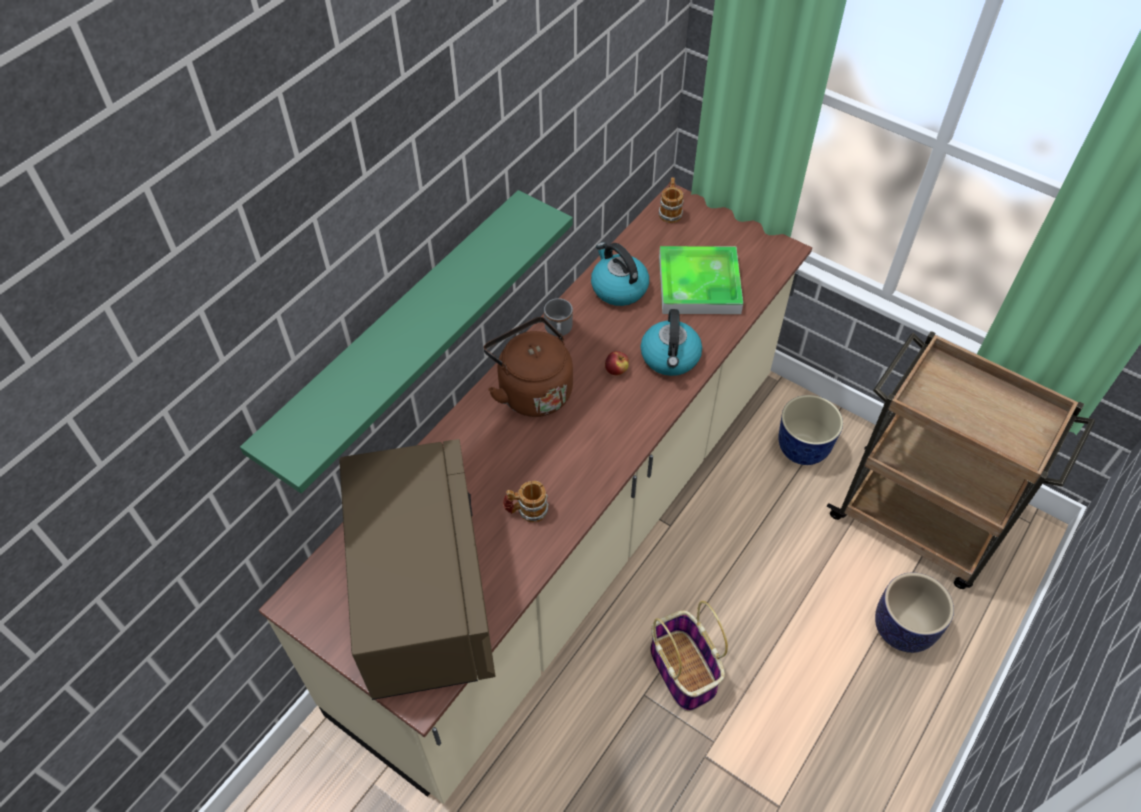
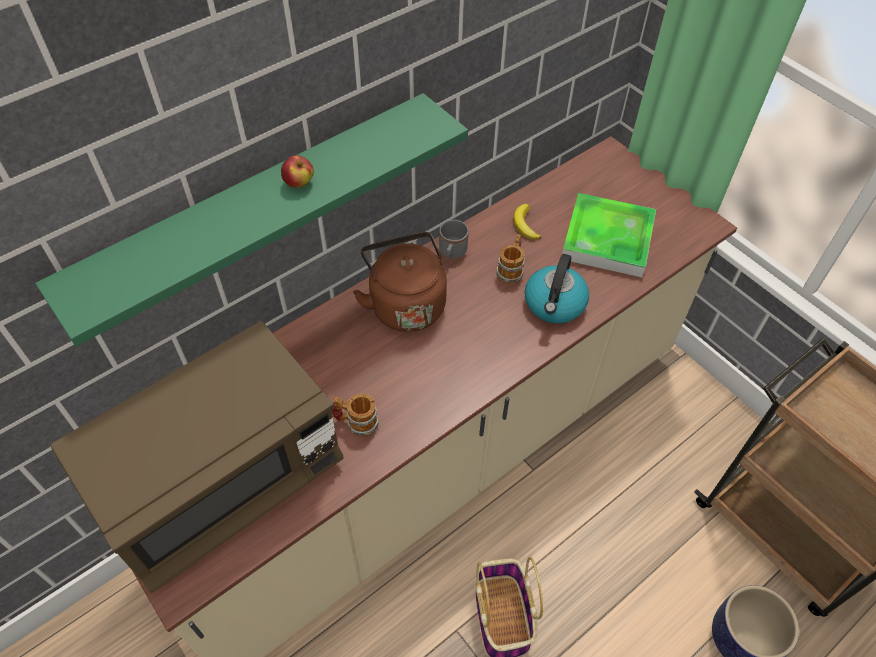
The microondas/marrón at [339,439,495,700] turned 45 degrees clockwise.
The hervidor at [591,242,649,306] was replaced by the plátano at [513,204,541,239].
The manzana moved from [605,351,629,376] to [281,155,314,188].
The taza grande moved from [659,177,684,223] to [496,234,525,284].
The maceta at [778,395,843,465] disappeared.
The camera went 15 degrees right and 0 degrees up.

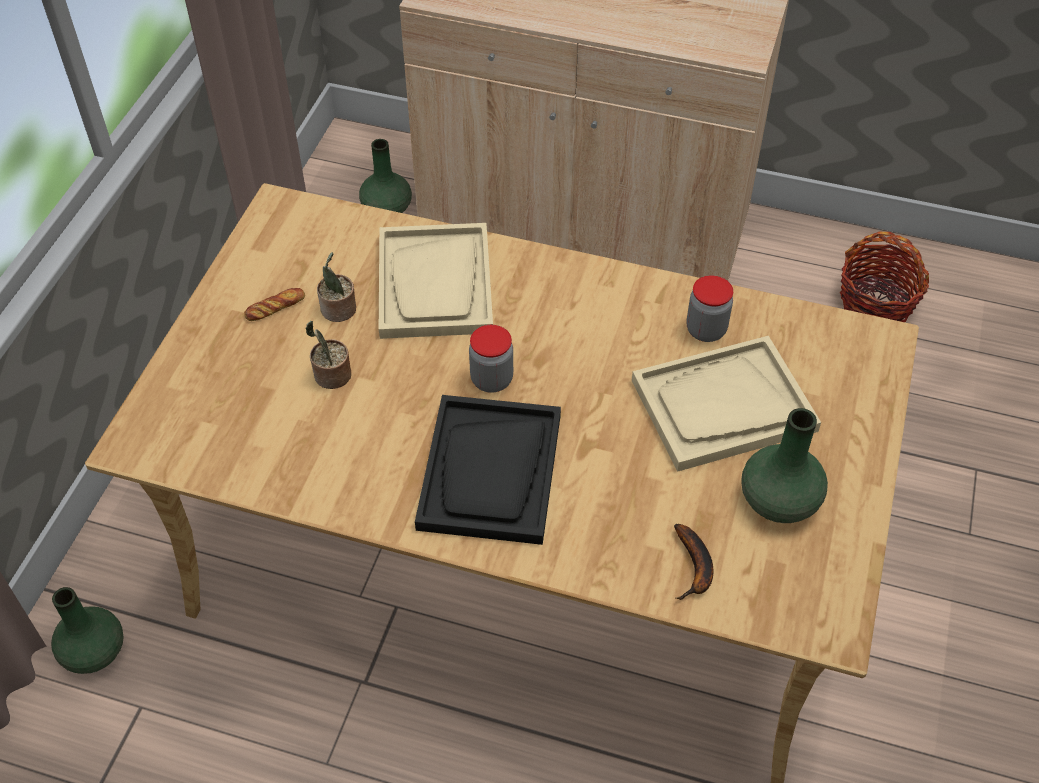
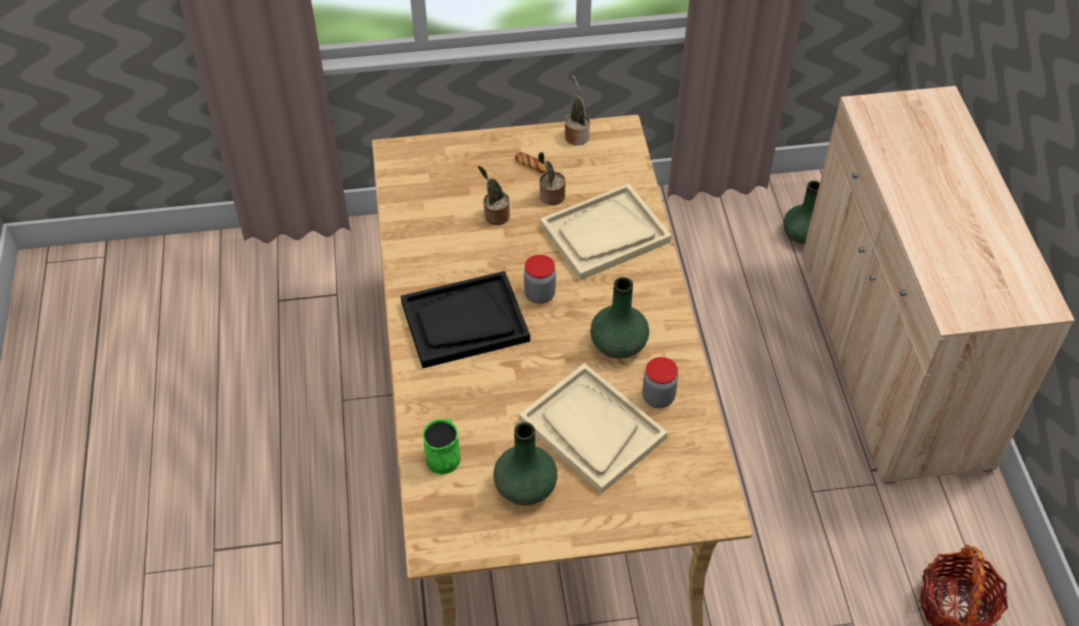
The florero/verde moved from [51,587,124,674] to [590,277,649,359].
The plátano at [674,524,713,600] was replaced by the taza grande/verde at [422,418,461,475].
The planta en maceta at [565,75,590,145] appeared.
The camera went 65 degrees right and 0 degrees up.

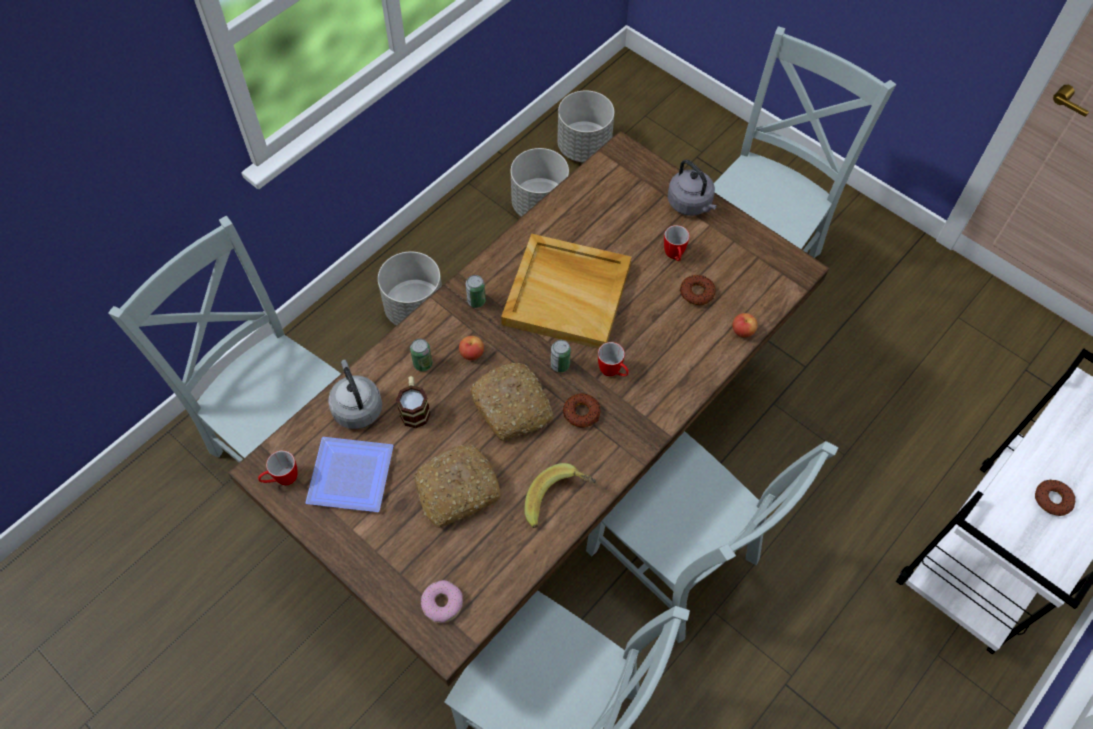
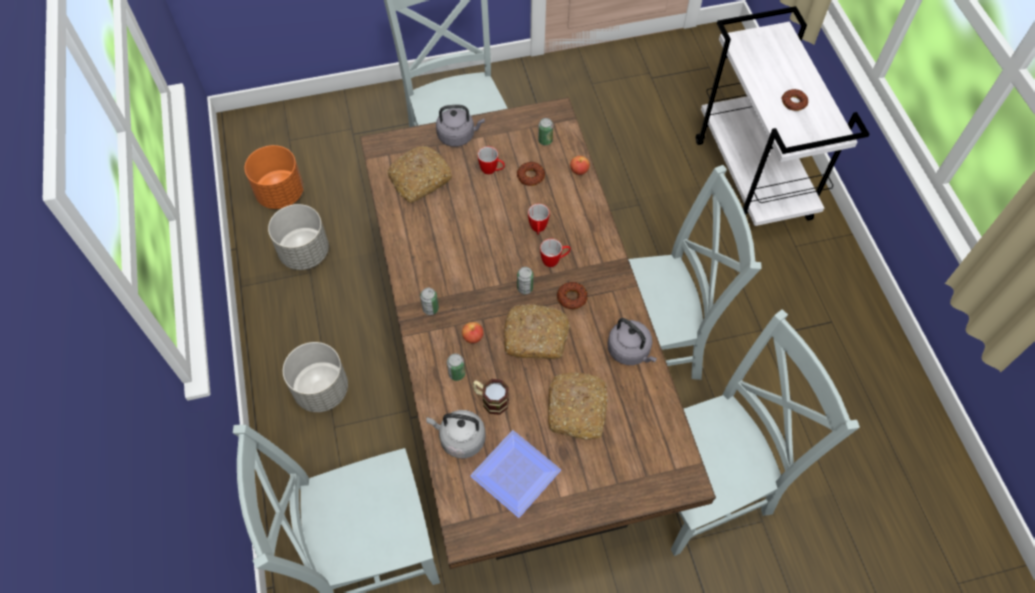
The taza grande moved from [258,450,298,485] to [528,204,550,235].
The rosquilla at [421,580,463,624] disappeared.
The bandeja/beis at [501,234,631,349] disappeared.
The plátano at [525,463,596,528] was replaced by the hervidor/gris at [607,318,657,365].
The maceta/gris at [557,90,614,162] became the maceta/naranja at [244,145,304,209].
The pan at [387,146,452,203] appeared.
The lata at [538,118,553,145] appeared.
The camera went 55 degrees left and 0 degrees up.

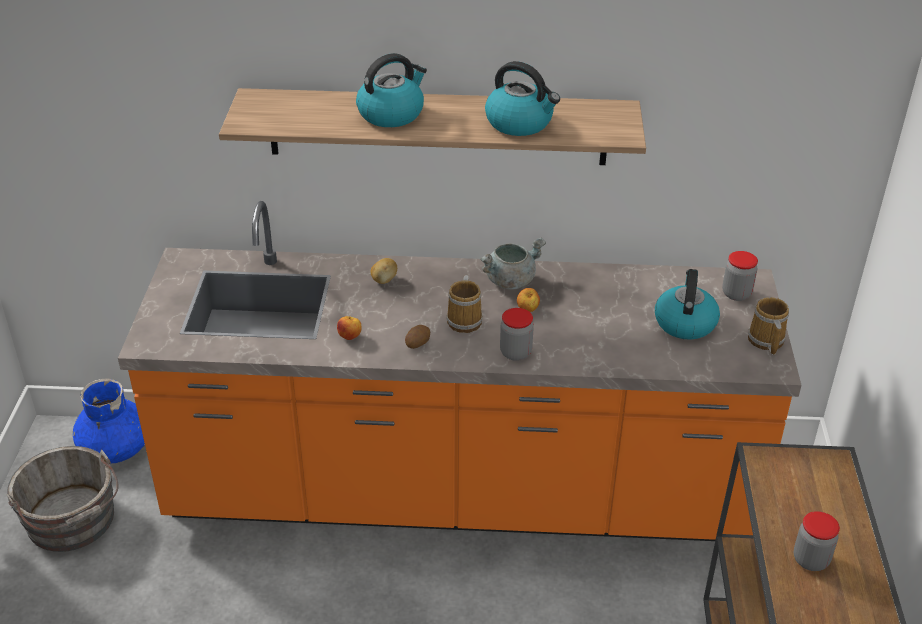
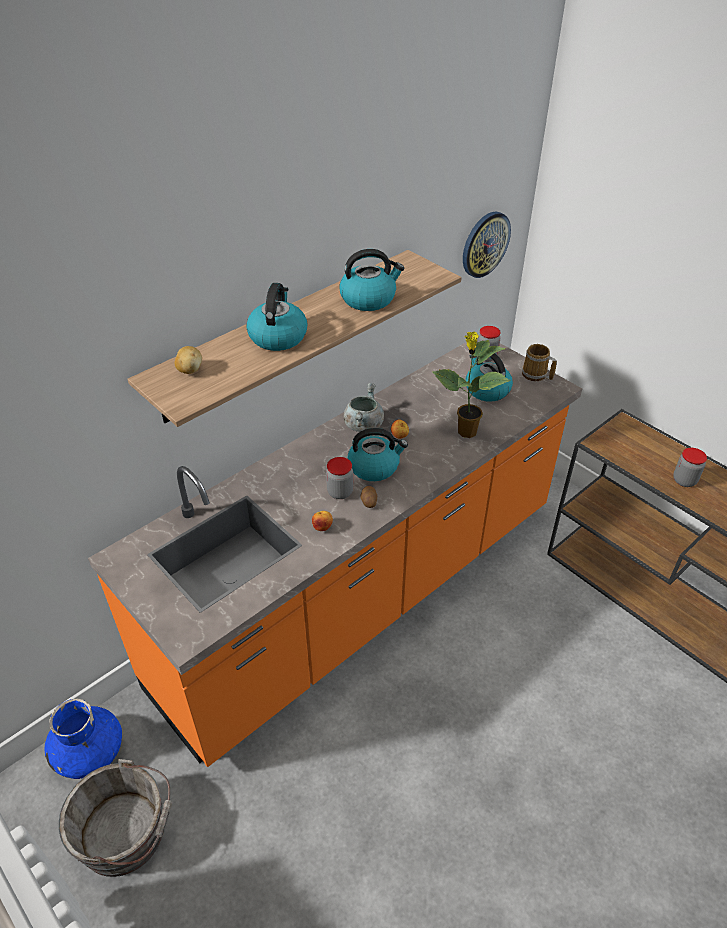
The patata moved from [371,258,397,284] to [174,346,202,374].
The taza grande at [447,275,483,333] was replaced by the hervidor at [347,428,408,481].
The tarro moved from [500,308,534,361] to [326,457,353,499].
The planta en maceta at [432,332,511,438] appeared.
The reloj de pared at [463,211,511,278] appeared.
The camera went 45 degrees left and 5 degrees up.

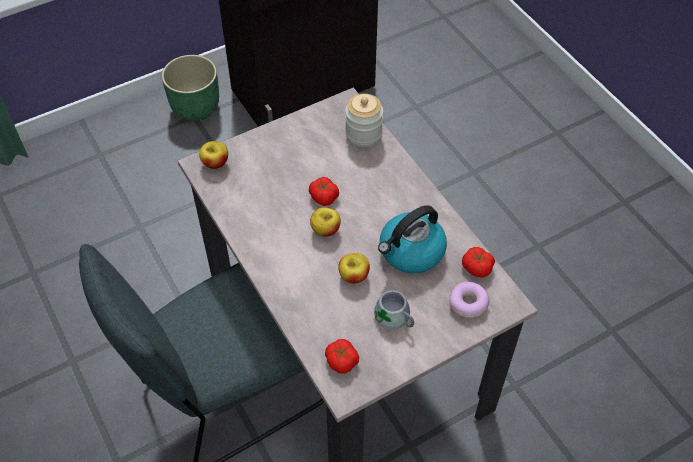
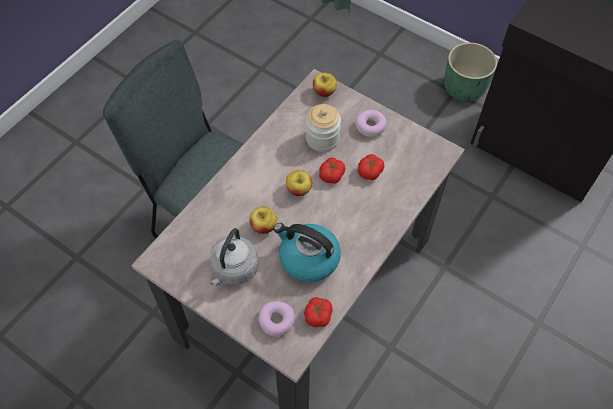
The tomate moved from [325,339,359,374] to [357,154,384,180].
The tarro moved from [345,94,383,147] to [306,104,341,152].
The taza grande/gris at [374,290,414,340] was replaced by the hervidor/gris at [210,228,258,286].
The rosquilla at [355,110,387,137] appeared.
The camera went 65 degrees right and 5 degrees up.

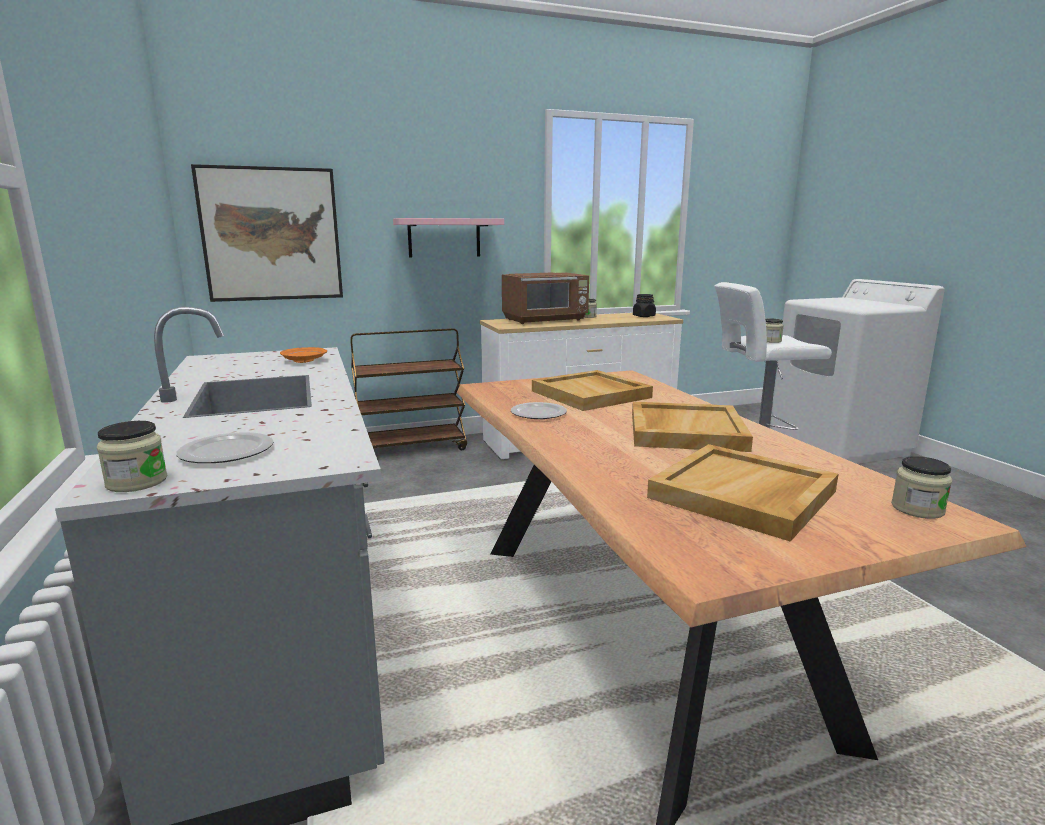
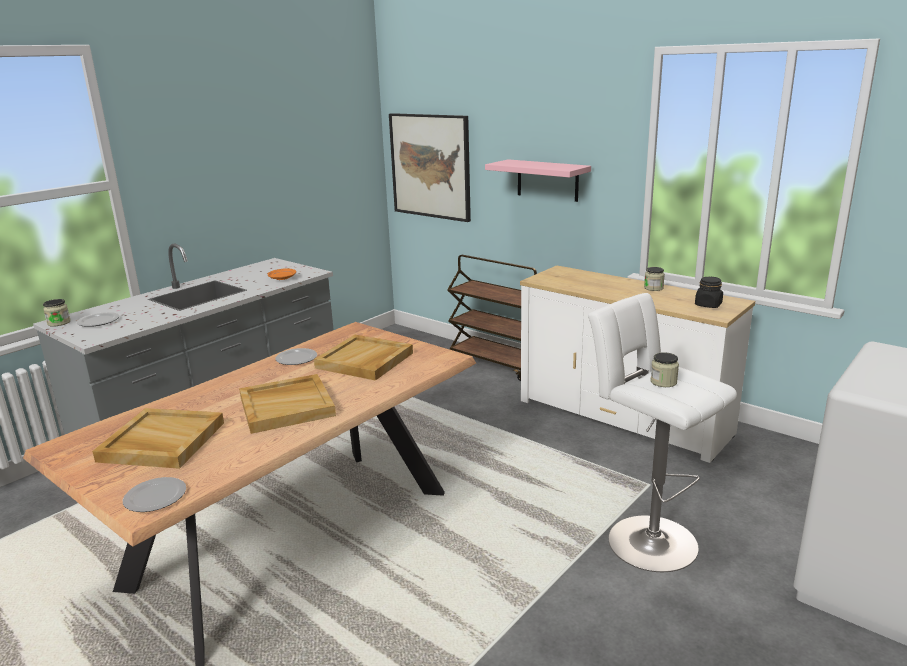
The microondas/marrón at [502,273,589,324] disappeared.
The tarro at [891,456,952,519] was replaced by the plato at [123,477,186,512].
The camera went 60 degrees right and 5 degrees up.

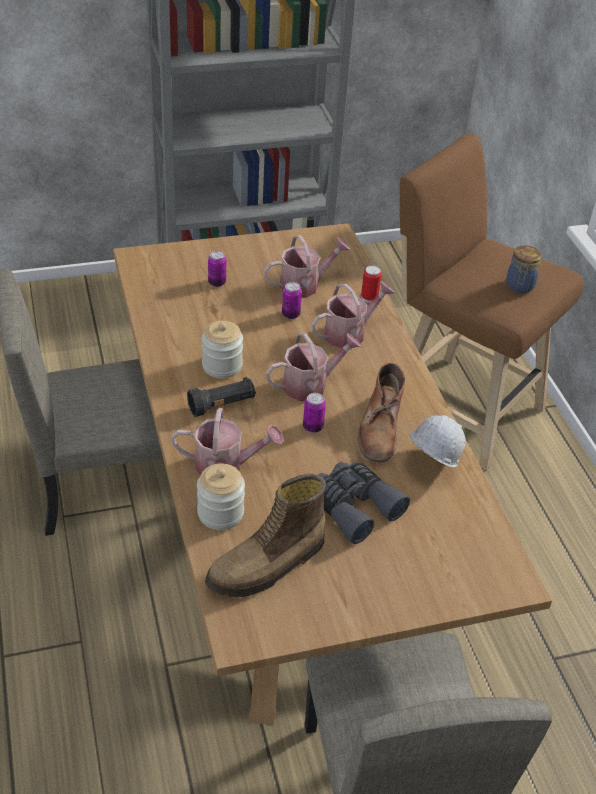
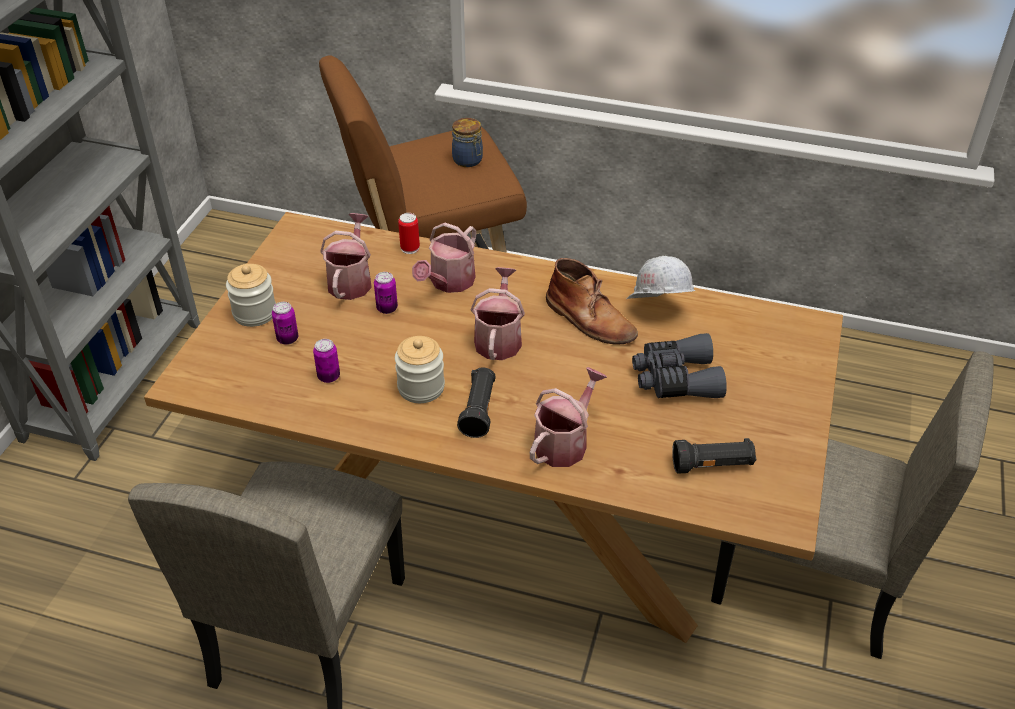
The tarro moved from [197,463,245,530] to [226,264,276,327].
The bota at [205,474,326,597] was replaced by the linterna/negro at [672,438,756,474].
The lata moved from [303,393,326,433] to [313,339,340,383].
The regadera at [311,281,395,349] turned 150 degrees counterclockwise.
The camera went 55 degrees left and 0 degrees up.

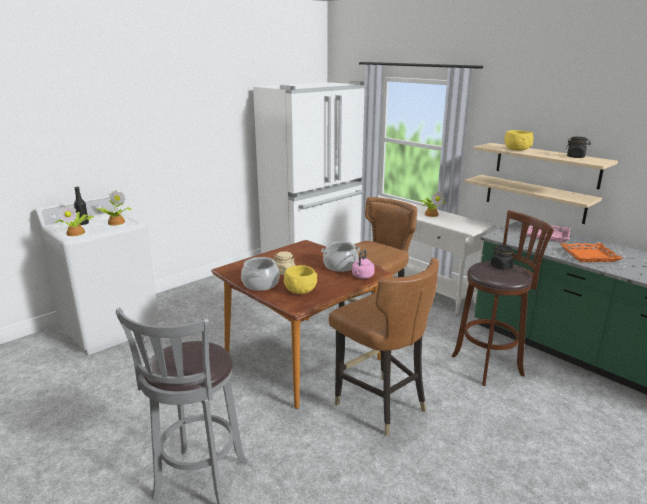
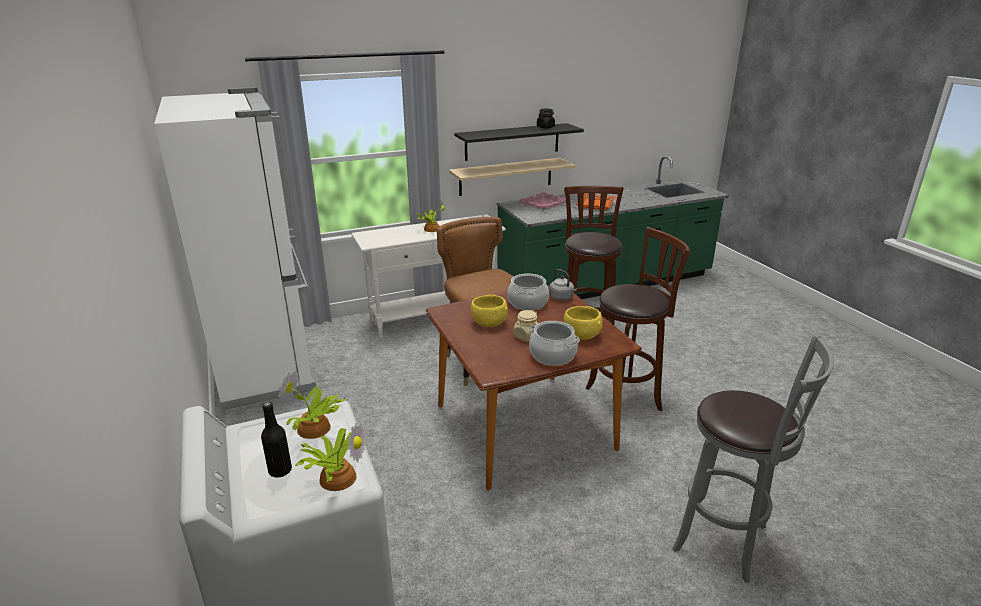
The silla/marrón at [329,258,439,436] was replaced by the taburete/marrón at [585,227,690,411].
The hervidor/rosa at [352,249,375,279] became the hervidor/gris at [549,269,577,301].
The estante/beis at [474,143,618,189] became the estante/negro at [454,123,584,161].
The tarro/negro at [491,245,514,270] disappeared.
The cuenco/amarillo moved from [504,130,534,151] to [470,295,508,327].
The camera went 70 degrees left and 5 degrees up.

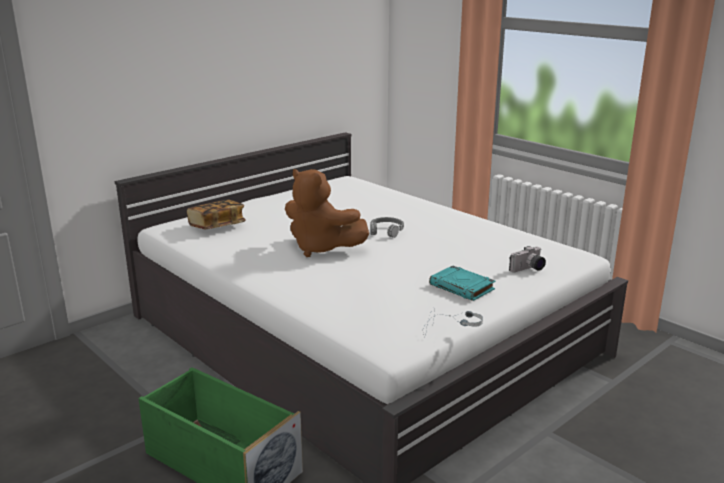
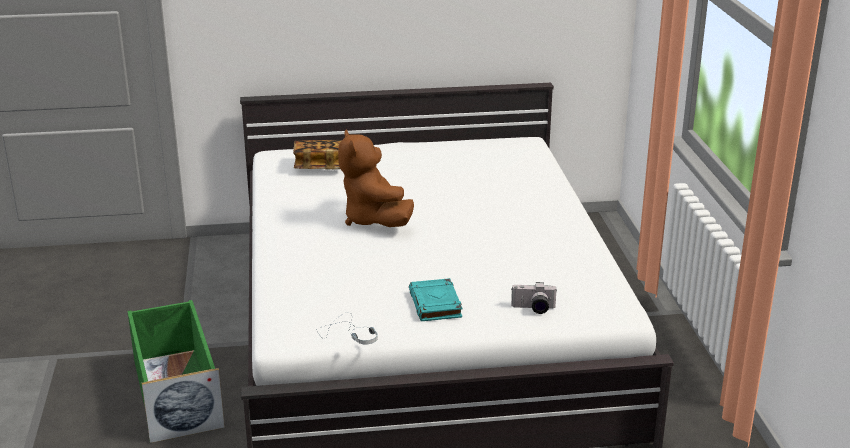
The auriculares/gris at [370,217,404,238] disappeared.
The camera went 35 degrees right and 5 degrees up.

